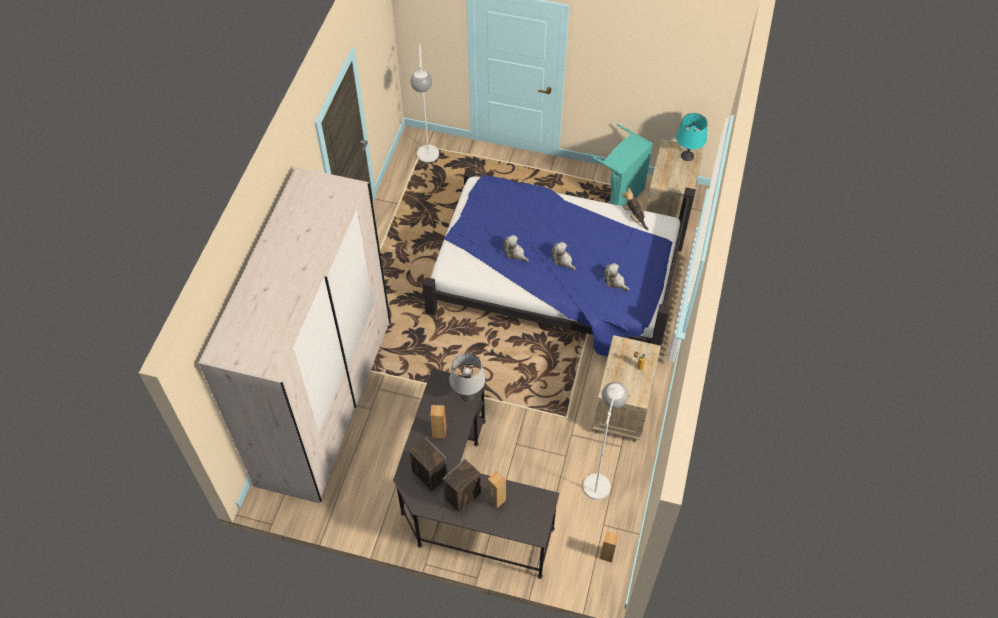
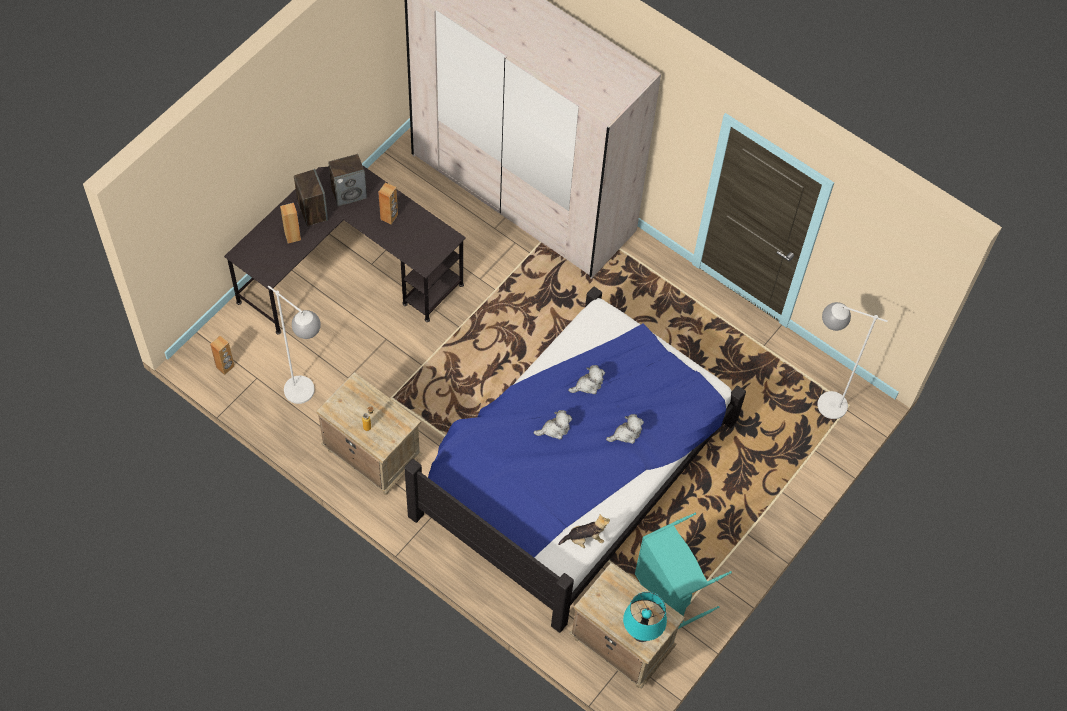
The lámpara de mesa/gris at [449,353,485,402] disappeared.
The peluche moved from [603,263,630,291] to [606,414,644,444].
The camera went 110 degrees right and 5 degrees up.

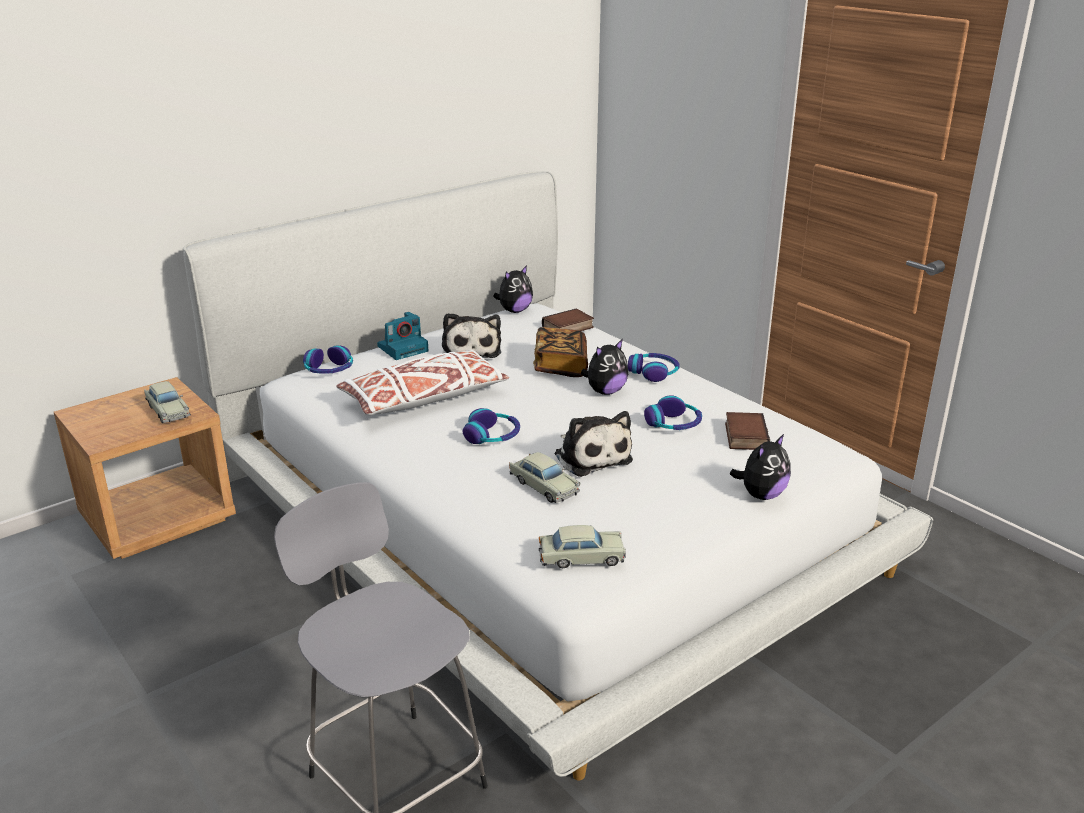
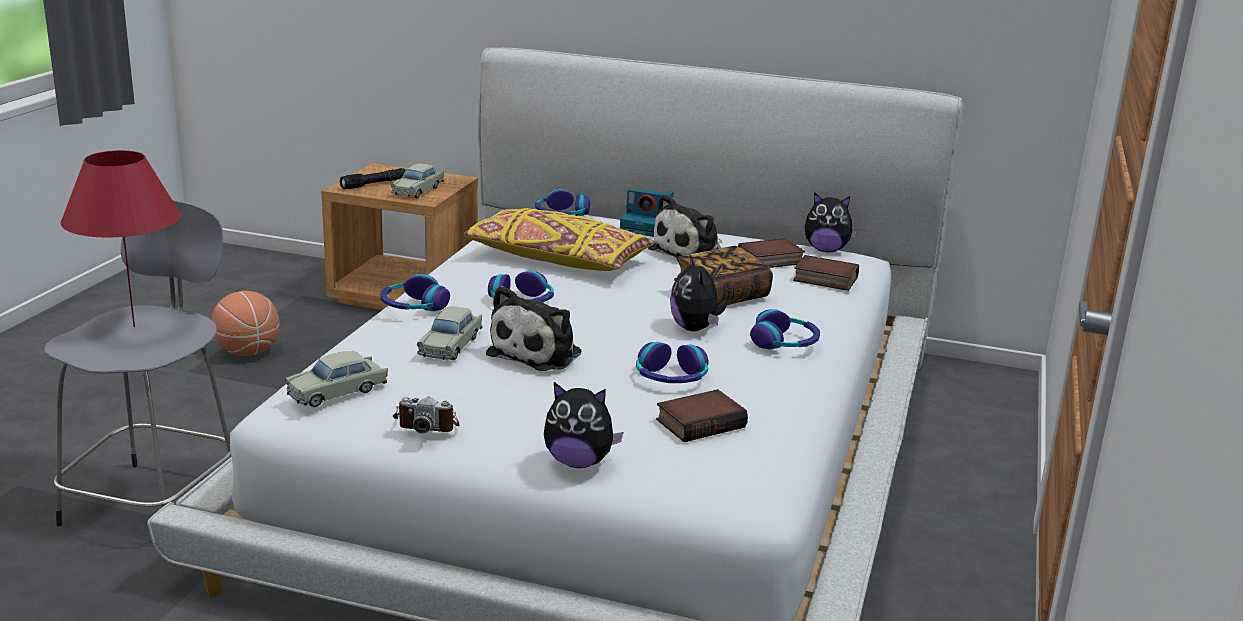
The cojín/blanco at [336,350,509,415] became the cojín/amarillo at [463,208,655,271].
The coche de juguete/beis at [539,525,626,568] turned 90 degrees clockwise.
The peluche at [581,339,628,395] turned 60 degrees clockwise.
The lámpara de mesa/rojo at [61,150,181,327] appeared.
The balón de baloncesto at [212,291,279,356] appeared.
The linterna/negro at [340,168,405,189] appeared.
The auriculares at [380,274,450,311] appeared.
The cámara at [393,397,459,433] appeared.
The libro at [738,238,805,268] appeared.
The camera went 55 degrees right and 5 degrees down.

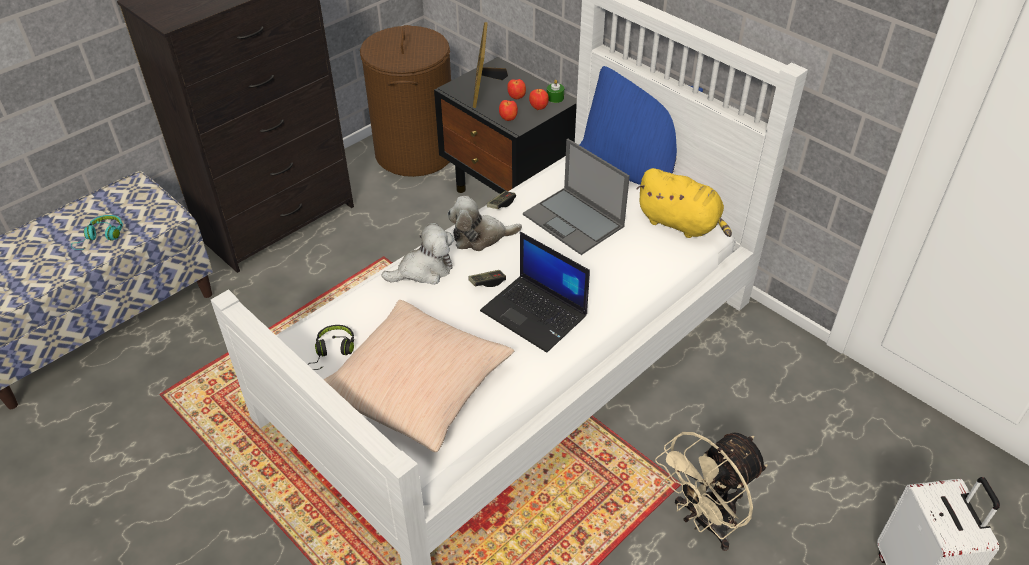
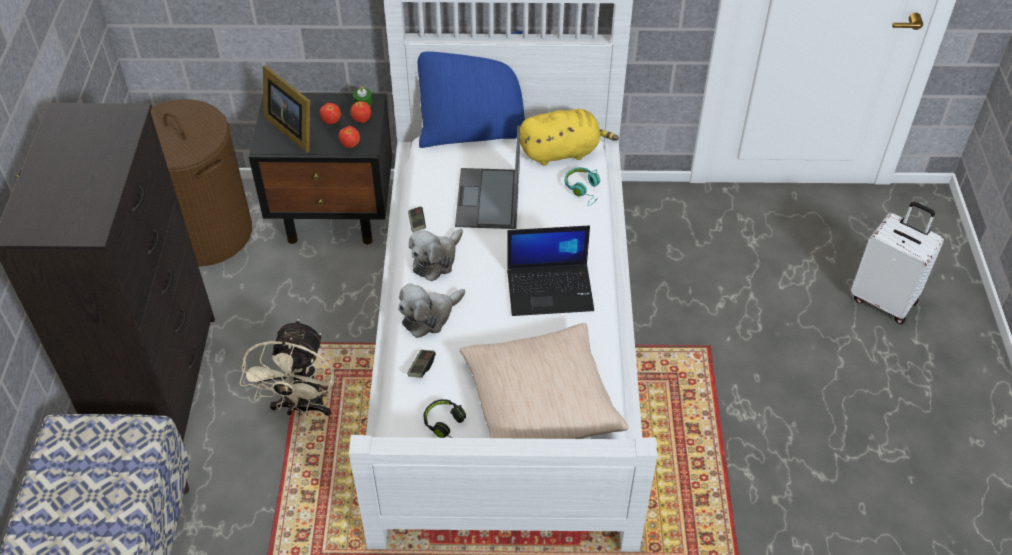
The auriculares/turquesa moved from [71,215,123,250] to [565,168,600,206].
The peluche at [381,223,454,285] turned 150 degrees counterclockwise.
The mando de consola moved from [468,270,506,287] to [407,350,436,378].
The portátil at [523,139,630,255] turned 90 degrees clockwise.
The ventilador/beis moved from [655,432,768,551] to [239,319,335,416].
The camera went 45 degrees left and 5 degrees up.

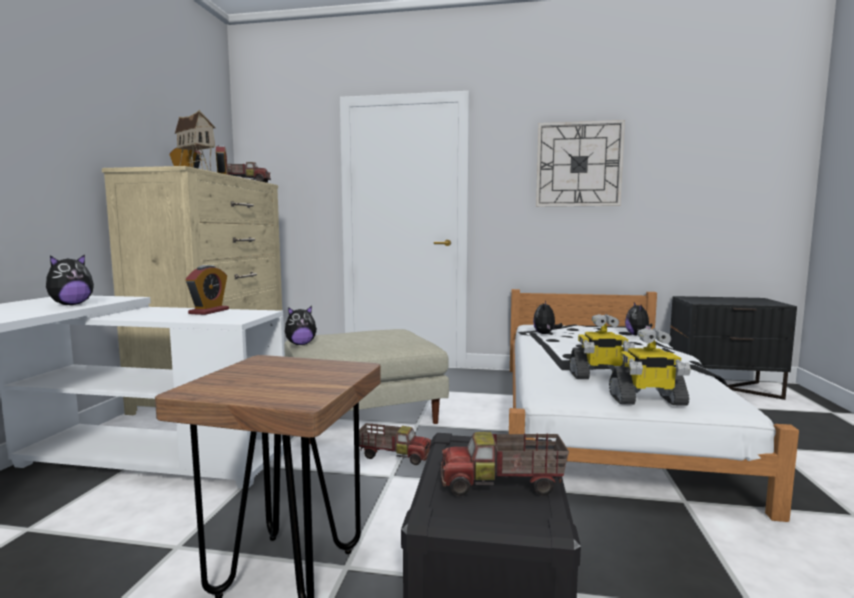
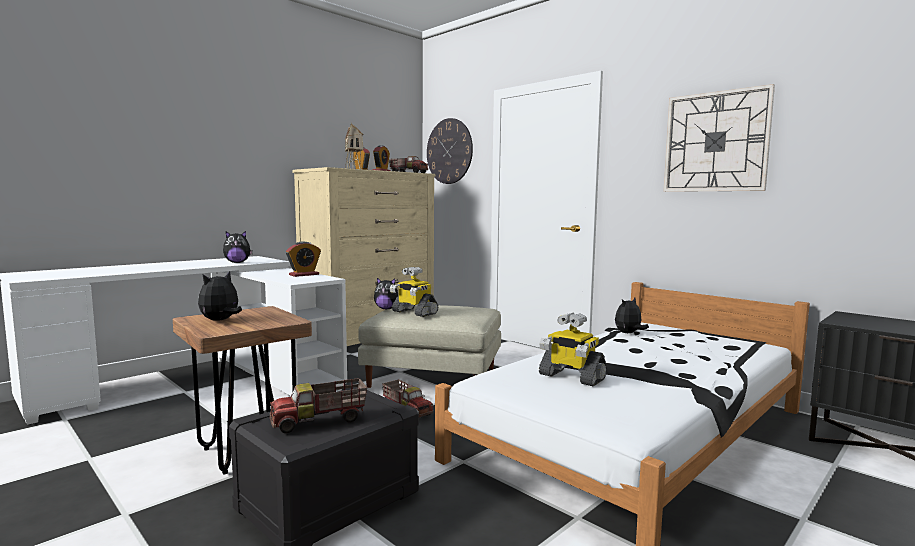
The camión de juguete at [441,432,569,496] turned 60 degrees counterclockwise.
The robot de juguete moved from [609,328,691,406] to [390,267,438,317].
The peluche moved from [625,303,652,336] to [198,272,242,321].
The reloj de pared at [427,118,473,184] appeared.
The camera went 35 degrees right and 0 degrees up.

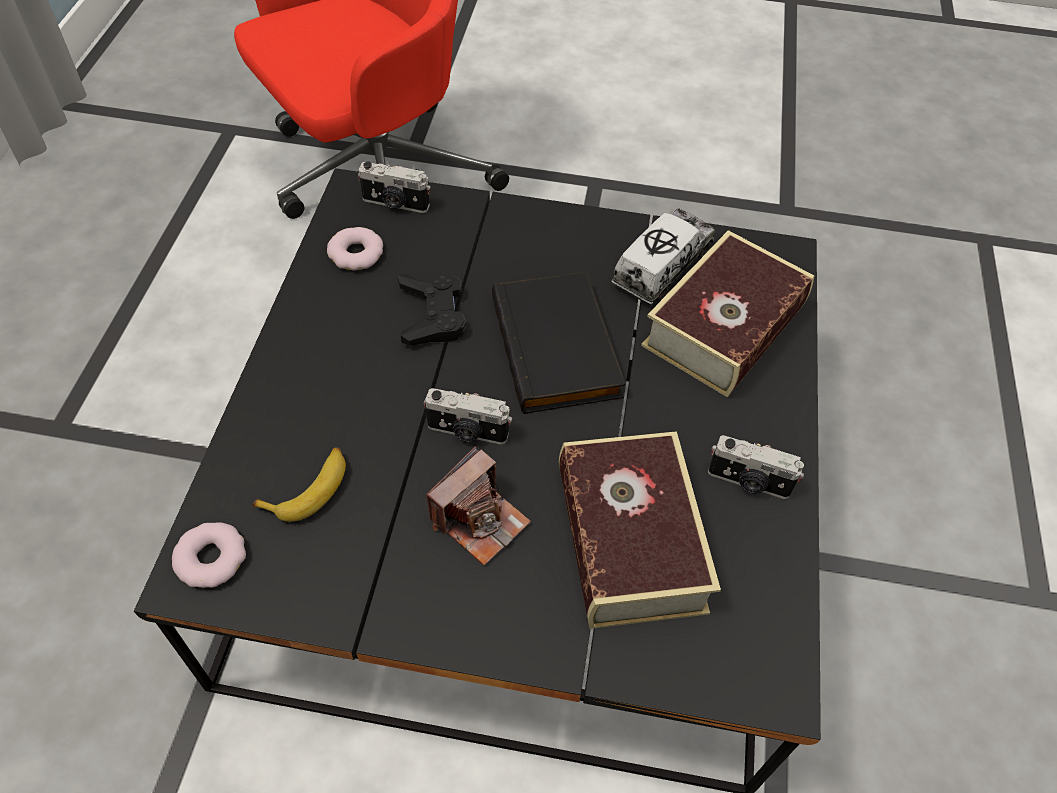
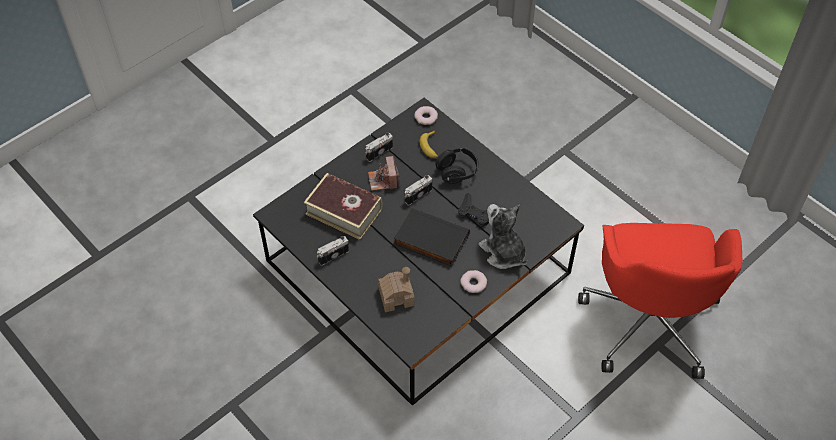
The rosquilla moved from [327,227,383,270] to [460,270,487,293].
The cámara moved from [358,161,430,213] to [365,132,393,162].
The camión de juguete at [612,208,715,305] disappeared.
The libro at [641,230,814,397] was replaced by the casita at [378,267,415,312].
The auriculares/negro at [435,148,479,184] appeared.
The peluche at [478,204,528,269] appeared.
The camera went 130 degrees right and 0 degrees up.

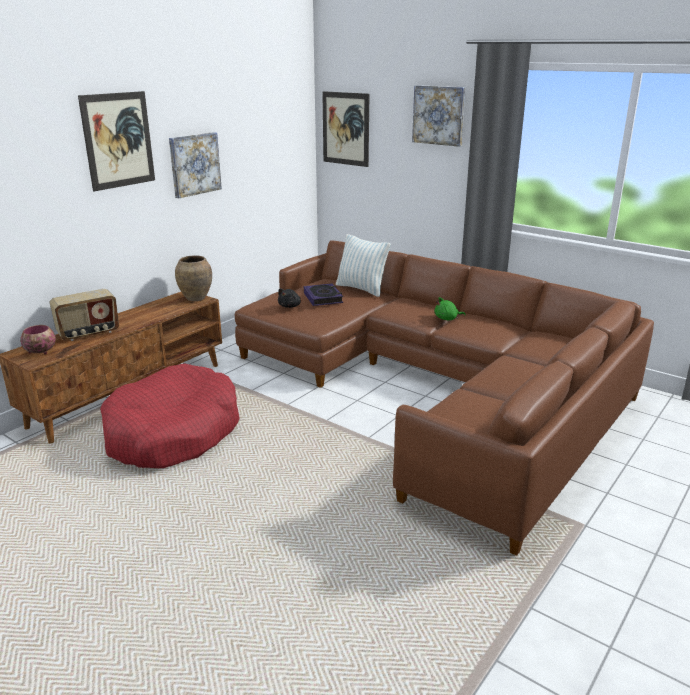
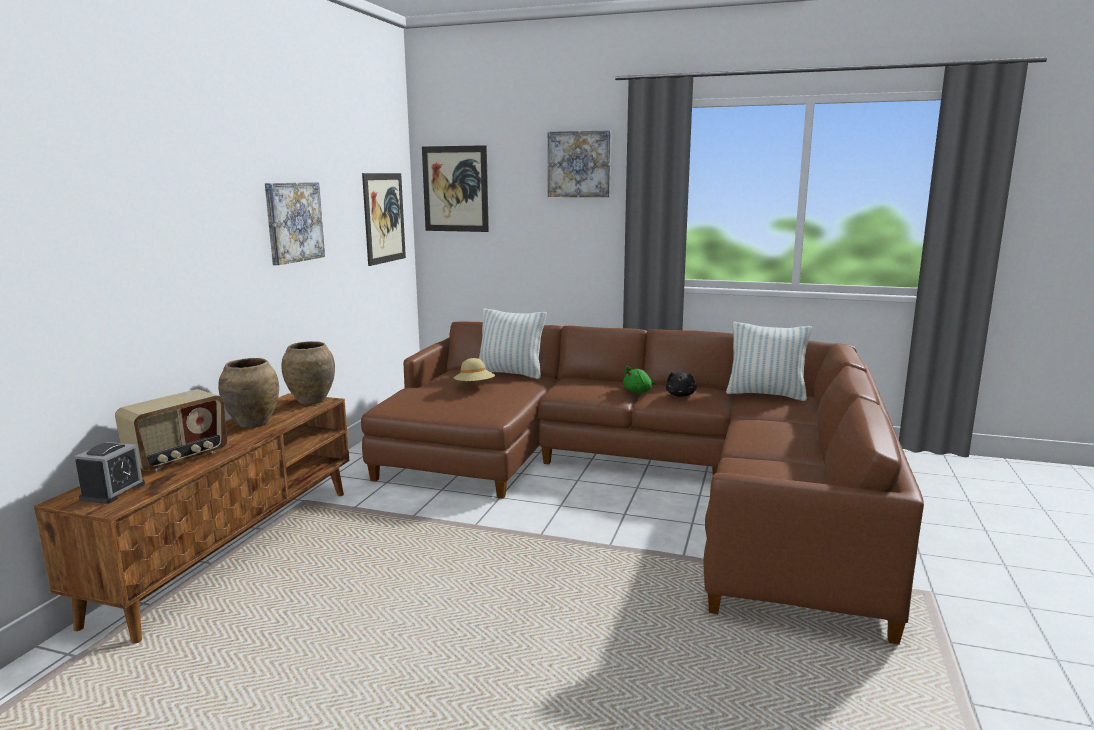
The cuenco at [20,325,56,355] was replaced by the despertador at [74,442,145,504].
The cuadro moved from [78,91,155,191] to [362,173,406,266].
The cama para perro/rojo at [100,364,240,468] disappeared.
The peluche/negro moved from [278,288,301,308] to [666,372,697,397].
The libro at [304,283,343,306] was replaced by the sombrero/beis at [454,358,495,382].
The florero/marrón at [218,358,279,428] appeared.
The cojín at [726,322,812,401] appeared.
The camera went 20 degrees left and 10 degrees down.

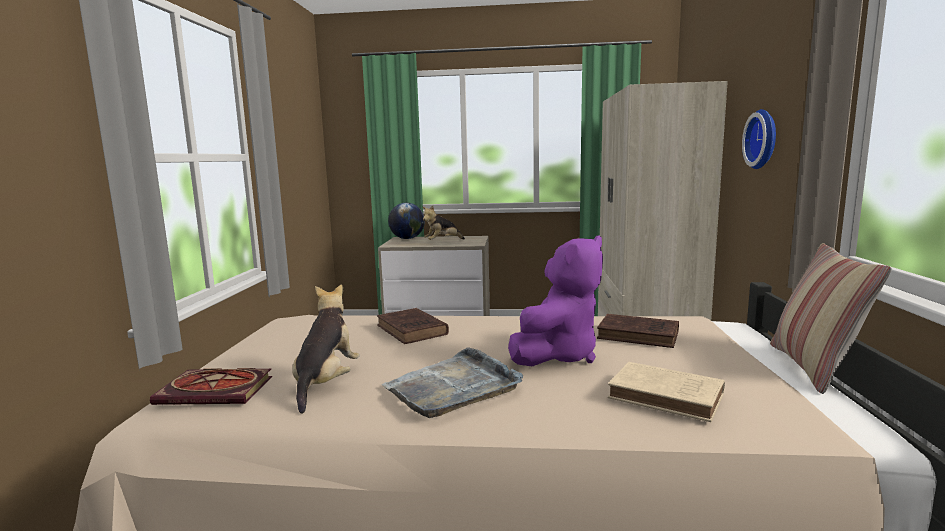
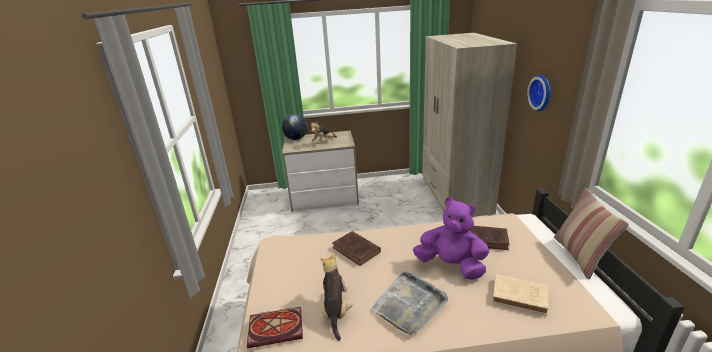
The peluche/morado at [508,235,603,366] turned 90 degrees counterclockwise.
The camera went 10 degrees left and 15 degrees up.

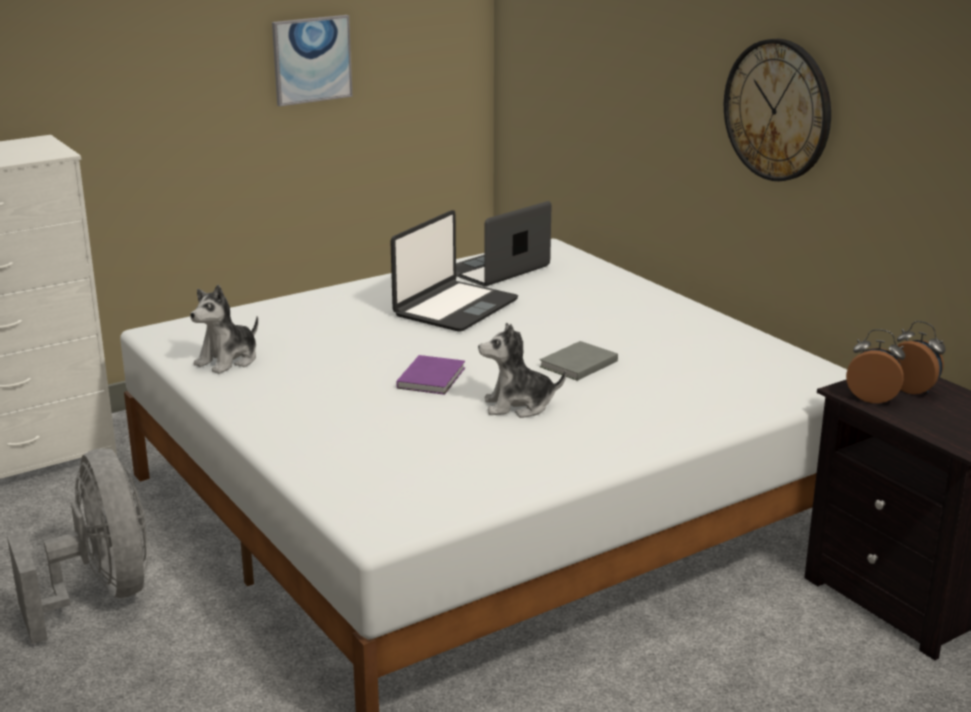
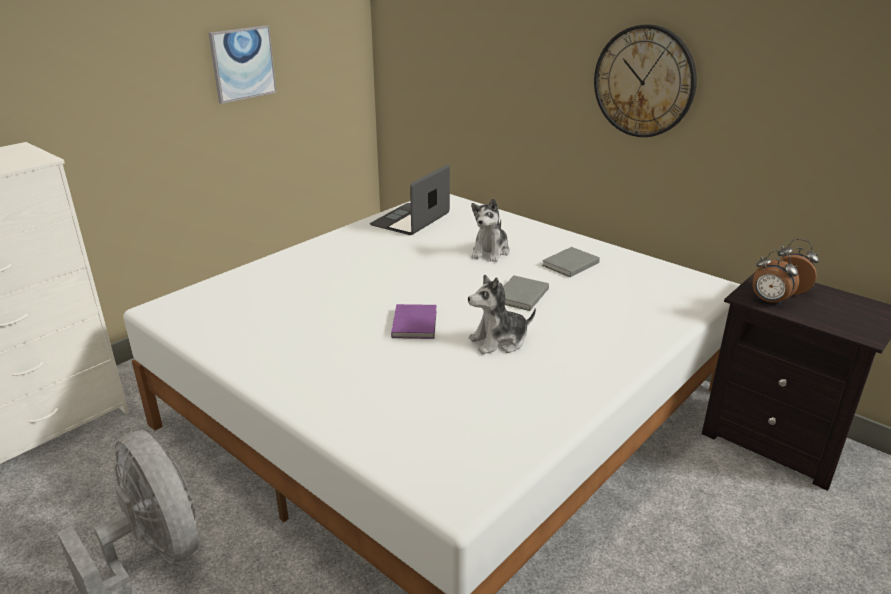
The peluche moved from [190,285,258,374] to [471,198,510,262].
The portátil at [390,210,518,332] disappeared.
The despertador at [846,329,905,403] turned 150 degrees counterclockwise.
The libro/gris at [542,247,600,277] appeared.
The camera went 15 degrees left and 5 degrees up.

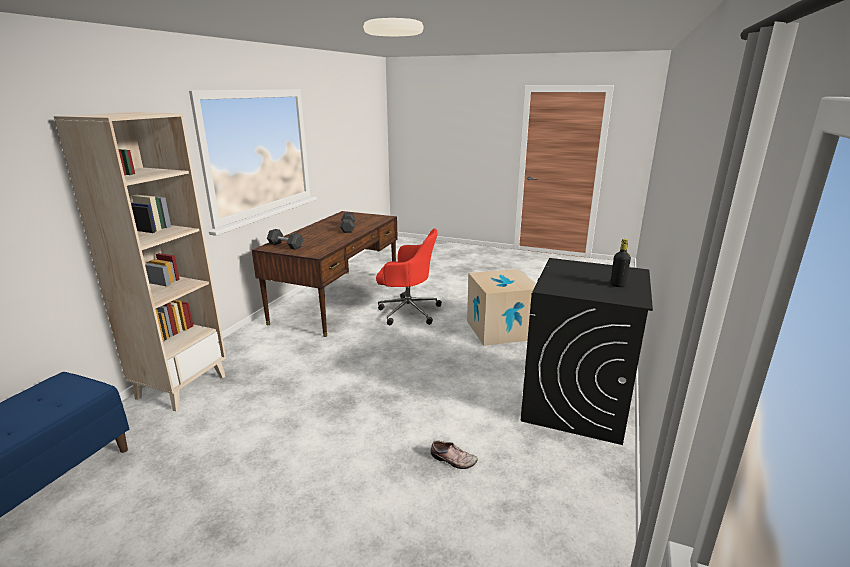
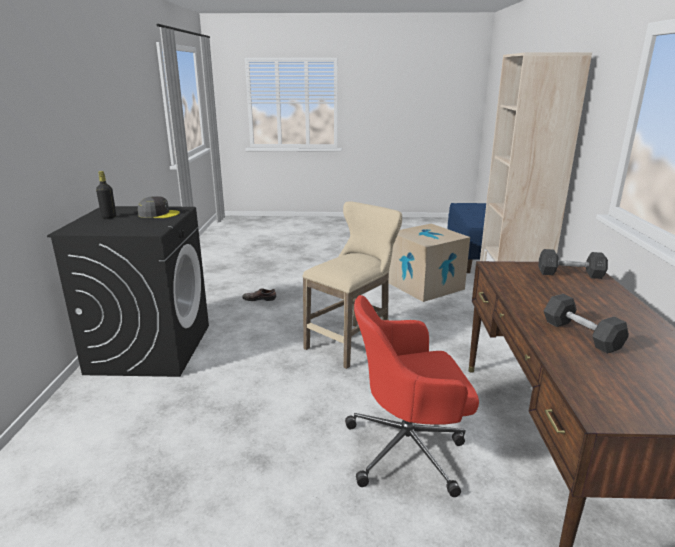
The caja de cartón moved from [467,269,536,346] to [388,224,470,302].
The gorra/gris at [138,196,180,218] appeared.
The taburete/beis at [302,201,402,369] appeared.
The camera went 160 degrees right and 0 degrees up.

